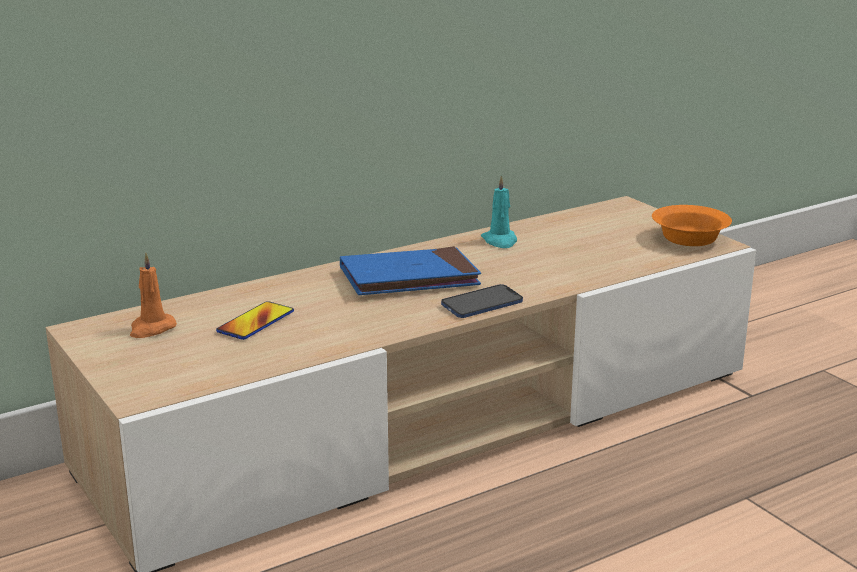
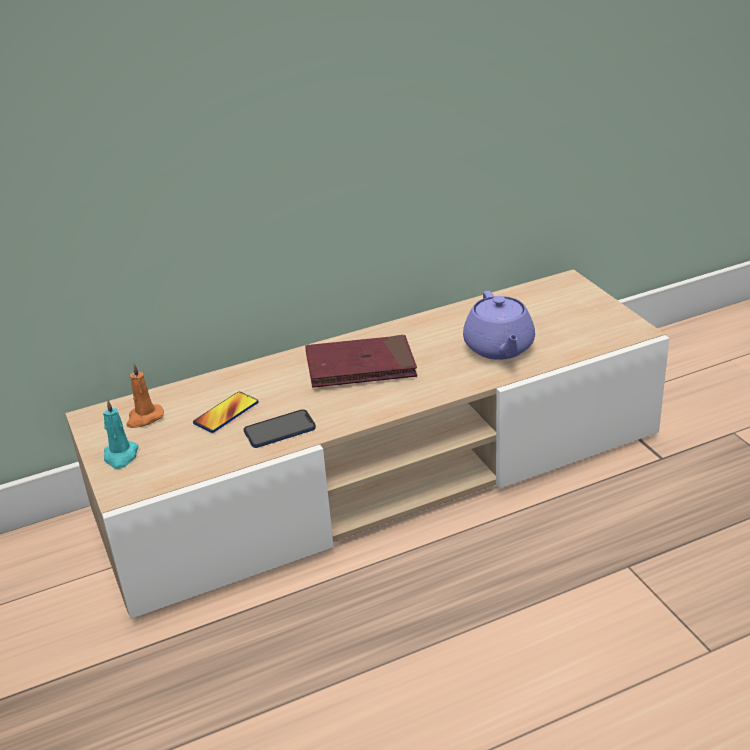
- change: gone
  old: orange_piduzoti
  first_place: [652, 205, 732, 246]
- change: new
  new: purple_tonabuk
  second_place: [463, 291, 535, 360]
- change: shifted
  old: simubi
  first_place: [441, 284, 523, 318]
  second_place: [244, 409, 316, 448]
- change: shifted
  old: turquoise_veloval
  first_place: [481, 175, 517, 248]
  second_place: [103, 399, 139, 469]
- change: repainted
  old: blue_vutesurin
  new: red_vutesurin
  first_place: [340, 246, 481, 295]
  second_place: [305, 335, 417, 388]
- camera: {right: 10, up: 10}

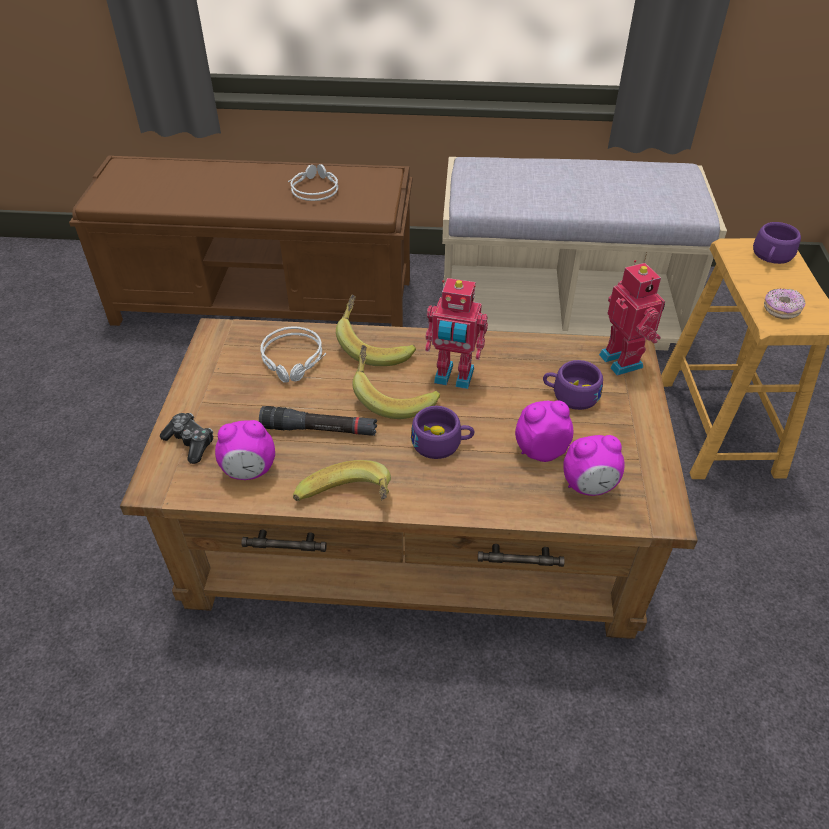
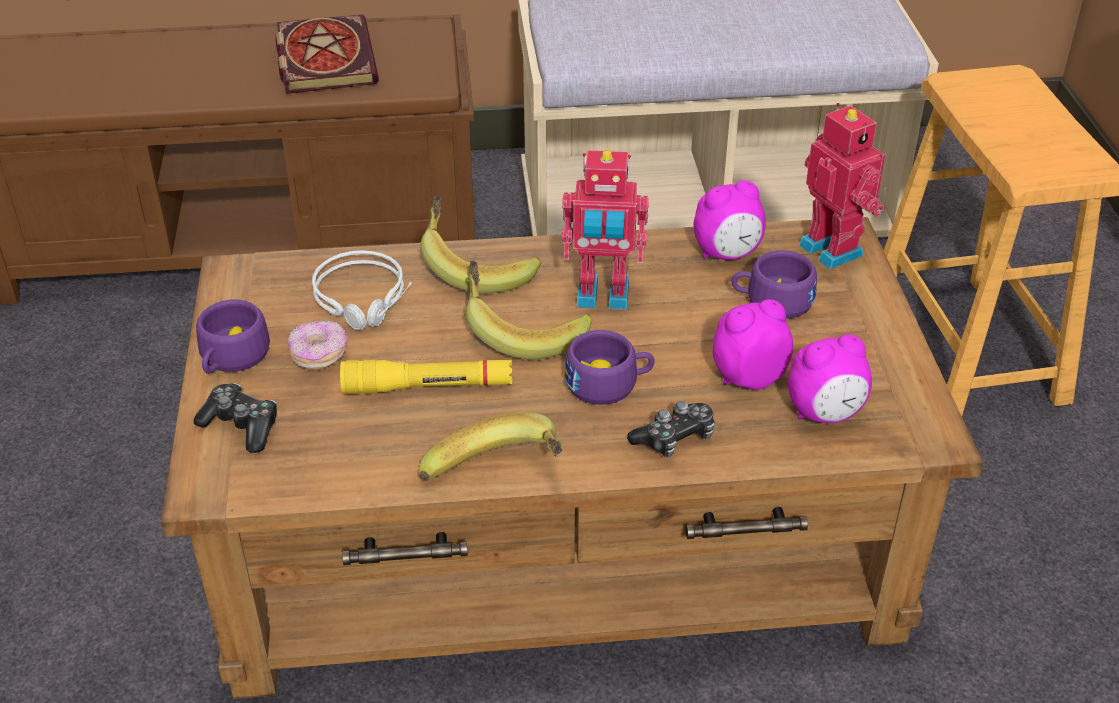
- change: new
  new: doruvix
  second_place: [627, 401, 715, 457]
- change: shifted
  old: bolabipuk
  first_place: [215, 420, 275, 480]
  second_place: [694, 180, 766, 260]
- change: shifted
  old: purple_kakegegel
  first_place: [753, 222, 801, 264]
  second_place: [196, 299, 270, 374]
- change: shifted
  old: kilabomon
  first_place: [764, 288, 805, 319]
  second_place: [288, 321, 347, 370]
- change: swapped
  old: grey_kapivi
  new: vutesurin
  first_place: [288, 164, 338, 201]
  second_place: [276, 14, 379, 94]
- change: repainted
  old: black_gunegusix
  new: yellow_gunegusix
  first_place: [259, 406, 377, 436]
  second_place: [340, 360, 513, 394]
- camera: {right: -10, up: -5}

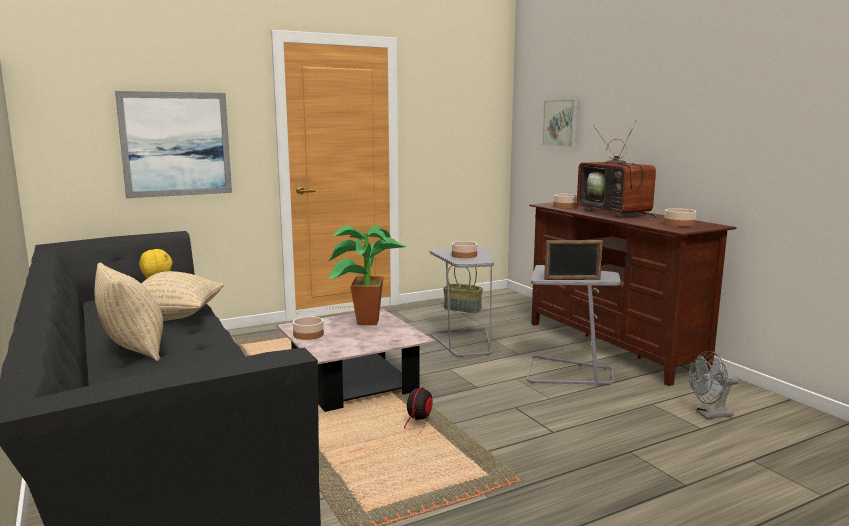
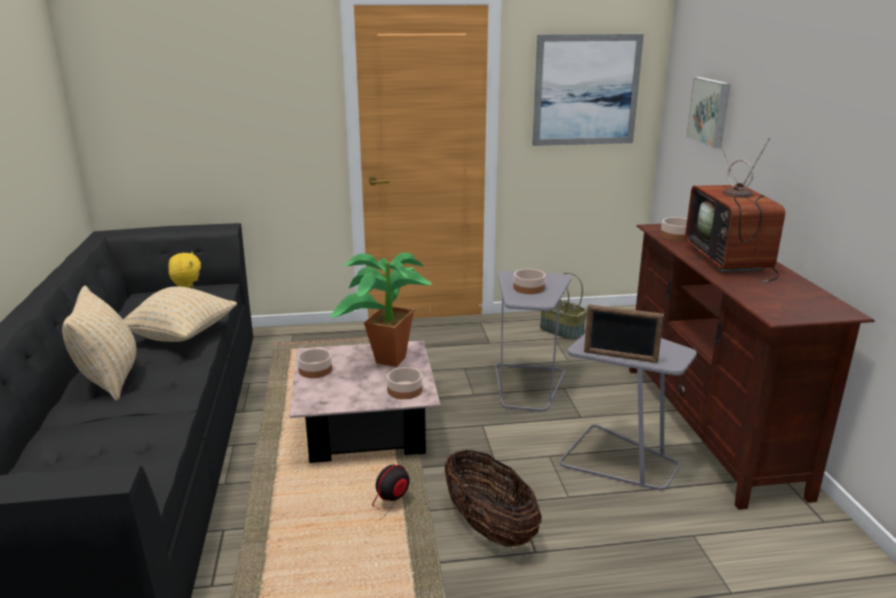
- change: gone
  old: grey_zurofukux
  first_place: [689, 351, 739, 419]
- change: new
  new: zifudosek
  second_place: [445, 450, 542, 547]
- change: shifted
  old: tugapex
  first_place: [115, 91, 232, 198]
  second_place: [532, 34, 644, 146]
- change: shifted
  old: piduzoti
  first_place: [664, 208, 696, 227]
  second_place: [387, 367, 422, 399]
- camera: {right: 20, up: 10}

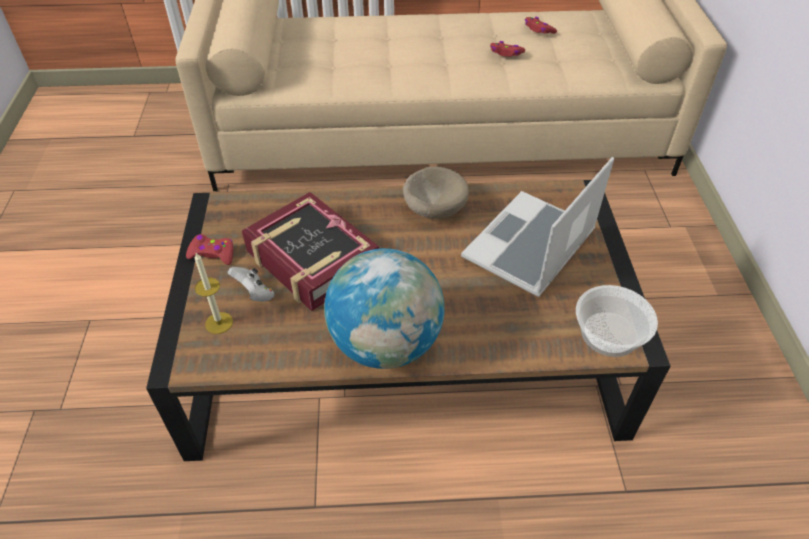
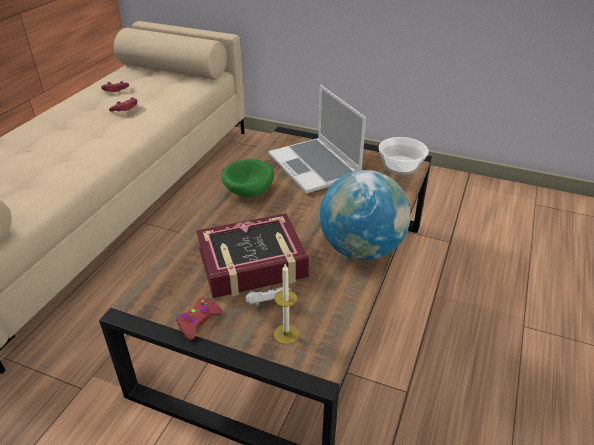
- change: repainted
  old: beige_piduzoti
  new: green_piduzoti
  first_place: [403, 167, 469, 219]
  second_place: [221, 159, 274, 197]
- camera: {right: -65, up: -10}

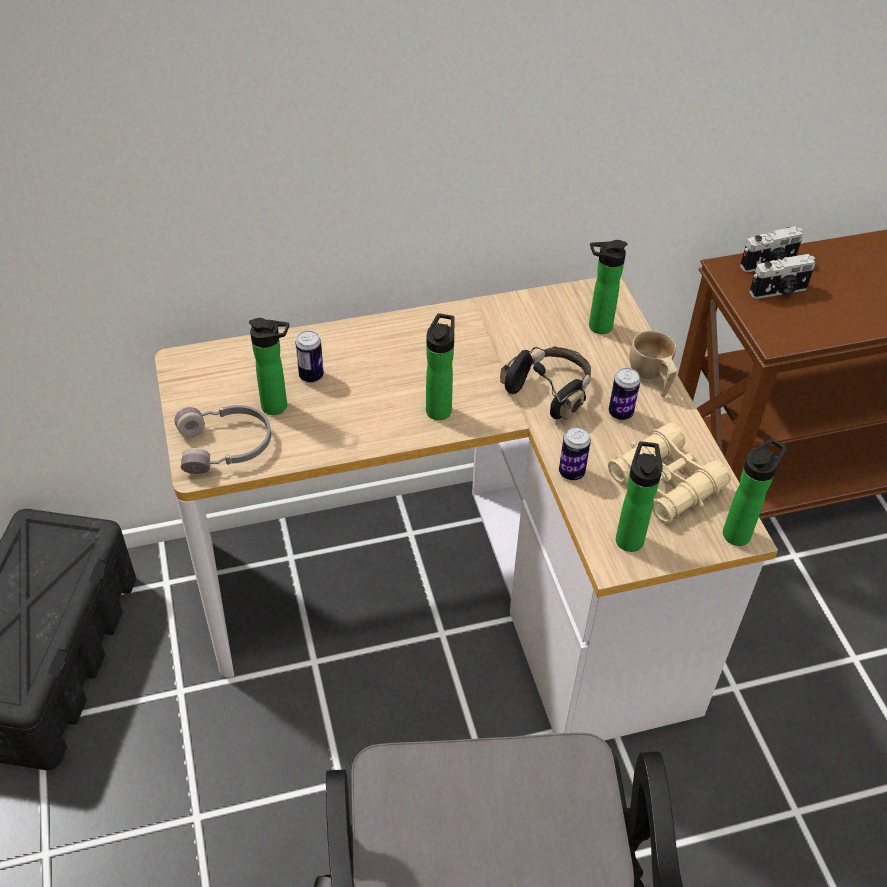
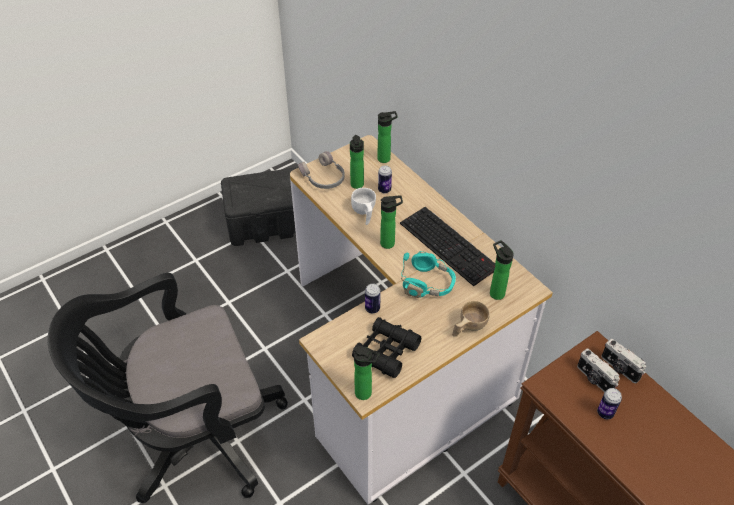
- change: new
  new: white_kakegegel
  second_place: [351, 188, 376, 225]
- change: new
  new: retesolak
  second_place: [400, 207, 495, 286]
- change: shifted
  old: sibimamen
  first_place: [609, 368, 640, 420]
  second_place: [597, 388, 622, 419]
- change: shifted
  old: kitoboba
  first_place: [616, 441, 663, 552]
  second_place: [378, 111, 398, 163]
- change: repainted
  old: black_kapivi
  new: turquoise_kapivi
  first_place: [500, 346, 591, 420]
  second_place: [401, 251, 456, 298]
- change: repainted
  old: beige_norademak
  new: black_norademak
  first_place: [608, 423, 731, 524]
  second_place: [352, 317, 421, 378]
- camera: {right: 70, up: 0}

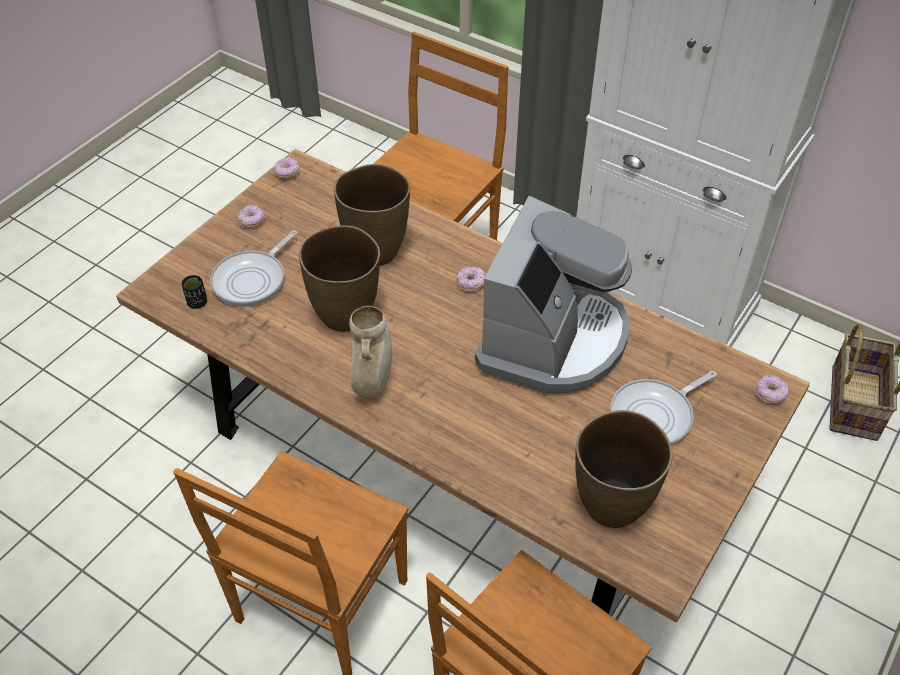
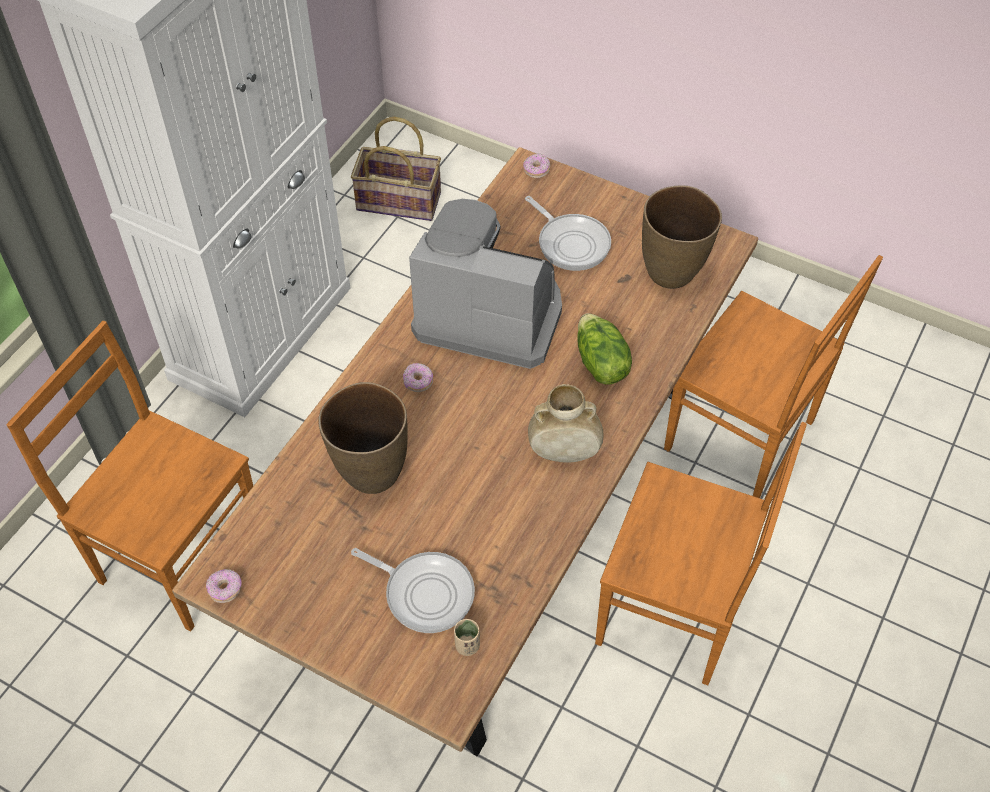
- change: gone
  old: kilabomon
  first_place: [238, 205, 265, 228]
- change: gone
  old: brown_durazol
  first_place: [299, 225, 380, 332]
- change: new
  new: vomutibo
  second_place: [577, 313, 632, 385]
- change: repainted
  old: black_kakegegel
  new: beige_kakegegel
  first_place: [182, 275, 207, 309]
  second_place: [454, 619, 480, 656]
- camera: {right: -95, up: 5}

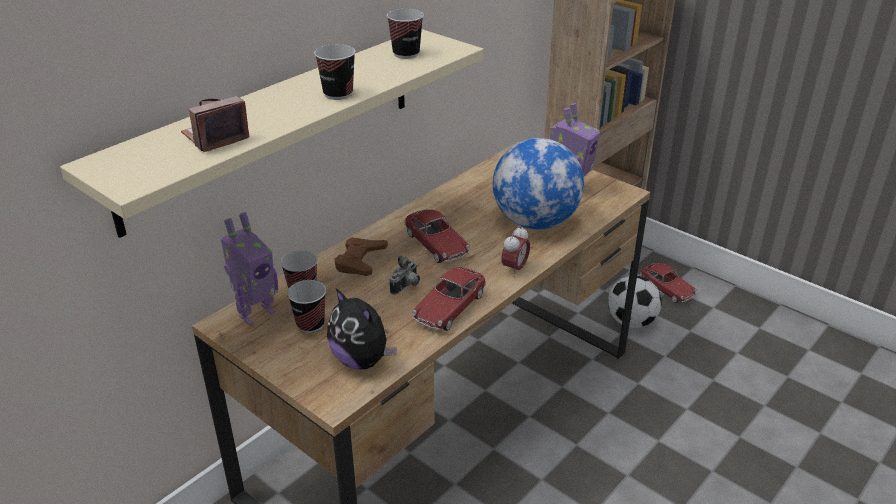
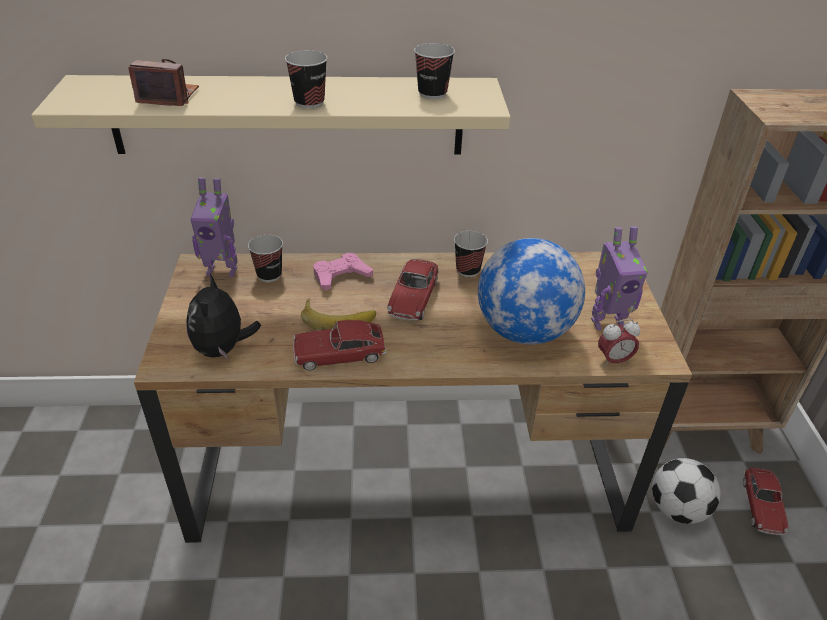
- change: shifted
  old: kakegegel
  first_place: [287, 280, 326, 333]
  second_place: [454, 231, 488, 277]
- change: shifted
  old: bolabipuk
  first_place: [501, 226, 530, 277]
  second_place: [598, 319, 640, 367]
- change: swapped
  old: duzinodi
  new: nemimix
  first_place: [390, 256, 420, 295]
  second_place: [301, 298, 376, 330]
- change: repainted
  old: brown_doruvix
  new: pink_doruvix
  first_place: [335, 237, 388, 276]
  second_place: [313, 253, 373, 291]
- camera: {right: 45, up: 5}

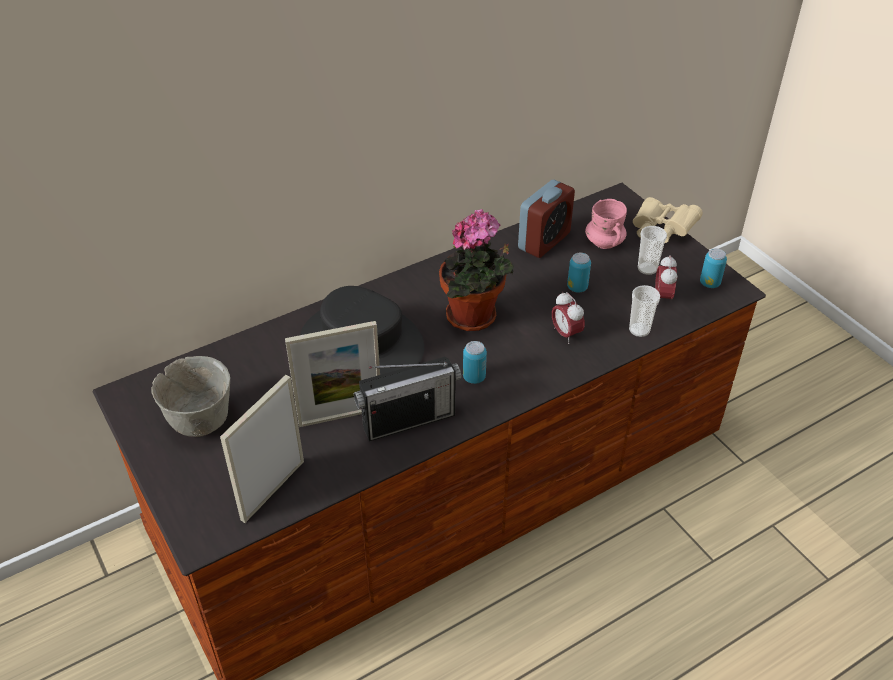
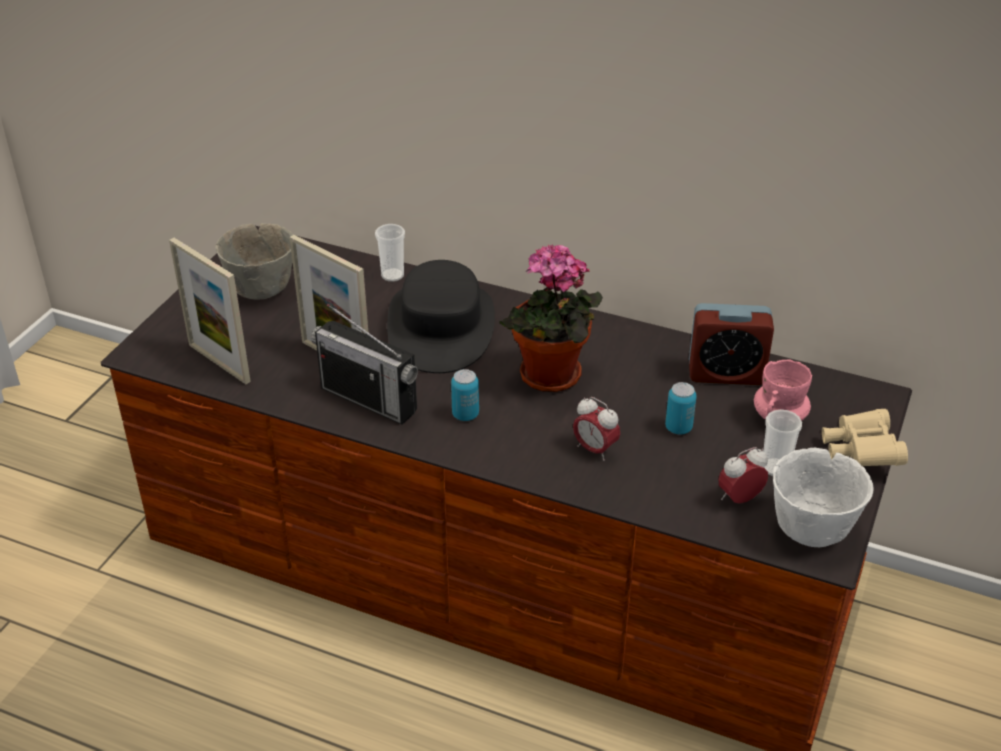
- change: shifted
  old: kakegegel
  first_place: [629, 285, 660, 337]
  second_place: [375, 224, 405, 282]
- change: swapped
  old: sibimamen
  new: white_piduzoti
  first_place: [700, 248, 727, 288]
  second_place: [773, 448, 874, 547]
- change: rotated
  old: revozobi
  first_place: [220, 375, 304, 523]
  second_place: [169, 238, 251, 384]
  degrees: -135
- change: rotated
  old: bolabipuk
  first_place: [552, 292, 585, 344]
  second_place: [573, 397, 620, 461]
  degrees: -75
- camera: {right: 55, up: -5}

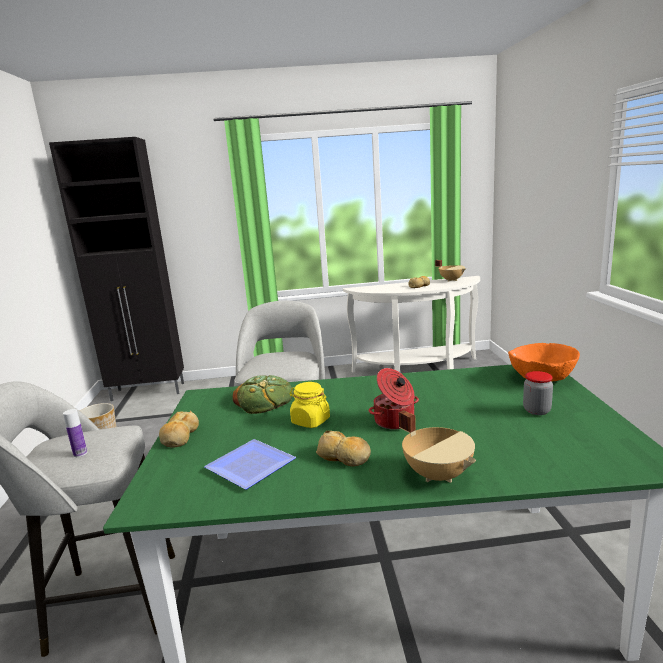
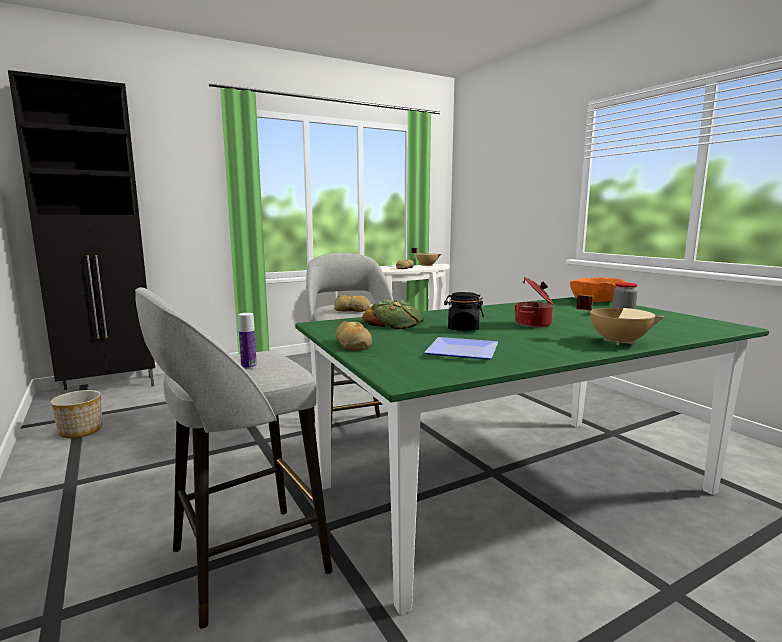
- change: shifted
  old: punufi
  first_place: [316, 430, 371, 466]
  second_place: [334, 295, 370, 312]
- change: repainted
  old: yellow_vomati
  new: black_vomati
  first_place: [289, 382, 330, 428]
  second_place: [444, 292, 484, 331]
- camera: {right: -25, up: -5}

